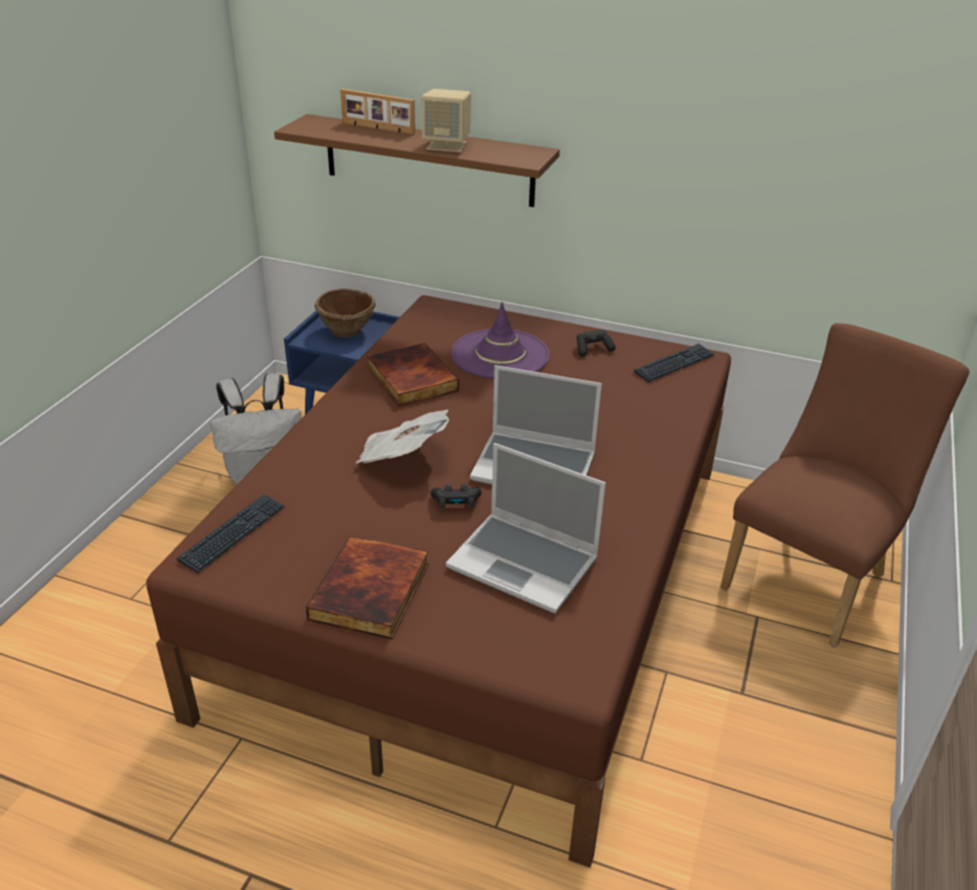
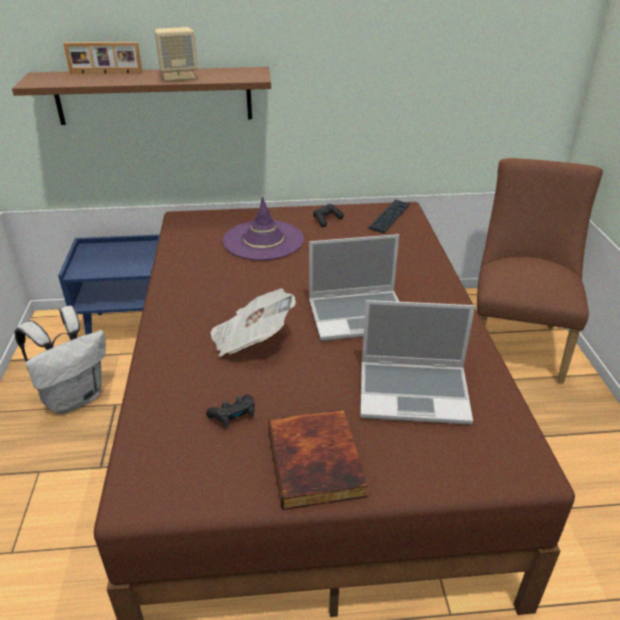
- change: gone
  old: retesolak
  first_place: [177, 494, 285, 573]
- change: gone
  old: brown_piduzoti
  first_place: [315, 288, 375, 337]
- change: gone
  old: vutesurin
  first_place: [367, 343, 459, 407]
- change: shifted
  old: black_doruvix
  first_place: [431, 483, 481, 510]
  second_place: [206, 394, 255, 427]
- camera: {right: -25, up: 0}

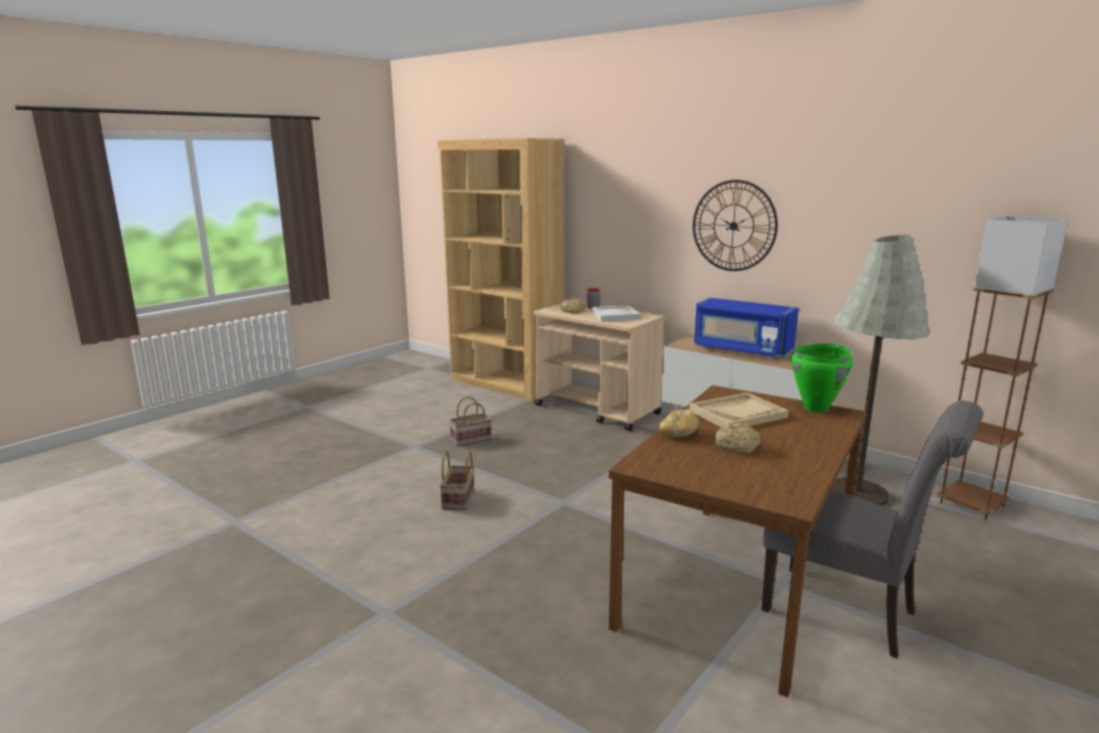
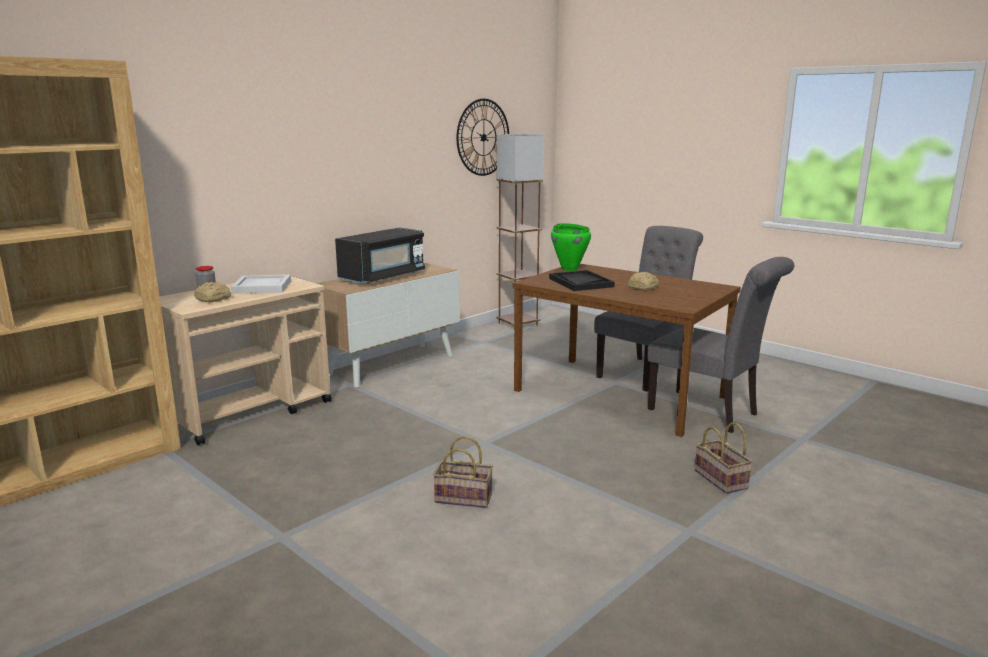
- change: gone
  old: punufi
  first_place: [659, 409, 699, 437]
- change: gone
  old: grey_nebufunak
  first_place: [831, 235, 929, 506]
- change: new
  new: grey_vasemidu
  second_place: [647, 257, 794, 433]
- change: shifted
  old: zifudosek
  first_place: [449, 397, 492, 446]
  second_place: [695, 422, 753, 494]
- change: shifted
  old: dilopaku
  first_place: [693, 180, 778, 271]
  second_place: [456, 99, 509, 176]
- change: repainted
  old: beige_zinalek
  new: black_zinalek
  first_place: [689, 393, 789, 427]
  second_place: [549, 270, 615, 291]
- change: repainted
  old: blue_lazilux
  new: black_lazilux
  first_place: [694, 298, 799, 358]
  second_place: [335, 227, 425, 284]
- camera: {right: -85, up: 0}

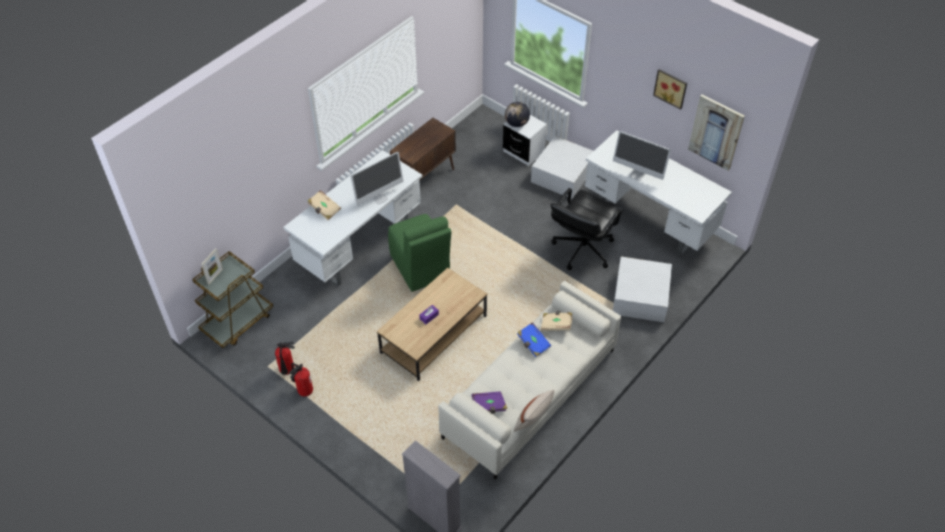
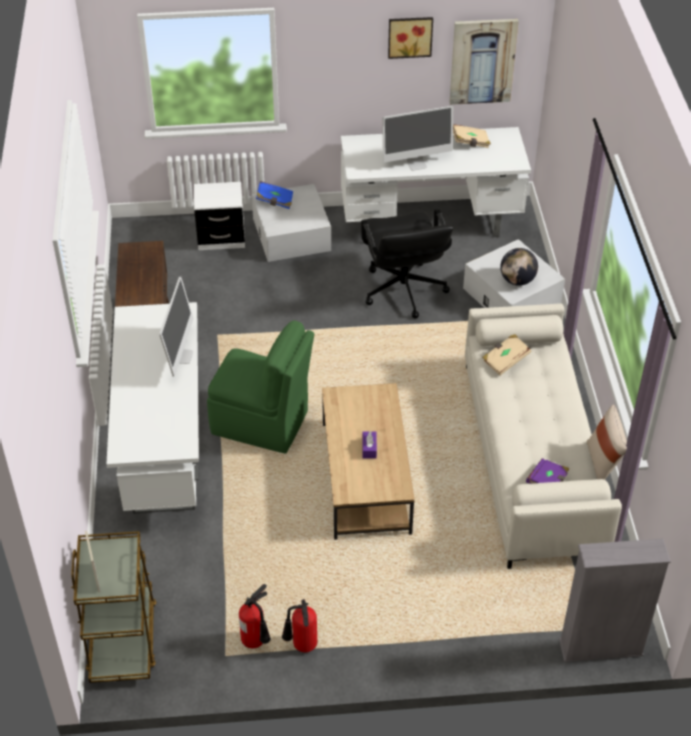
- change: shifted
  old: beige_vutesurin
  first_place: [308, 190, 341, 220]
  second_place: [453, 124, 491, 148]
- change: shifted
  old: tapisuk
  first_place: [505, 102, 530, 127]
  second_place: [500, 248, 538, 286]
- change: shifted
  old: blue_vutesurin
  first_place: [517, 322, 551, 357]
  second_place: [256, 181, 293, 209]
- camera: {right: -45, up: -5}

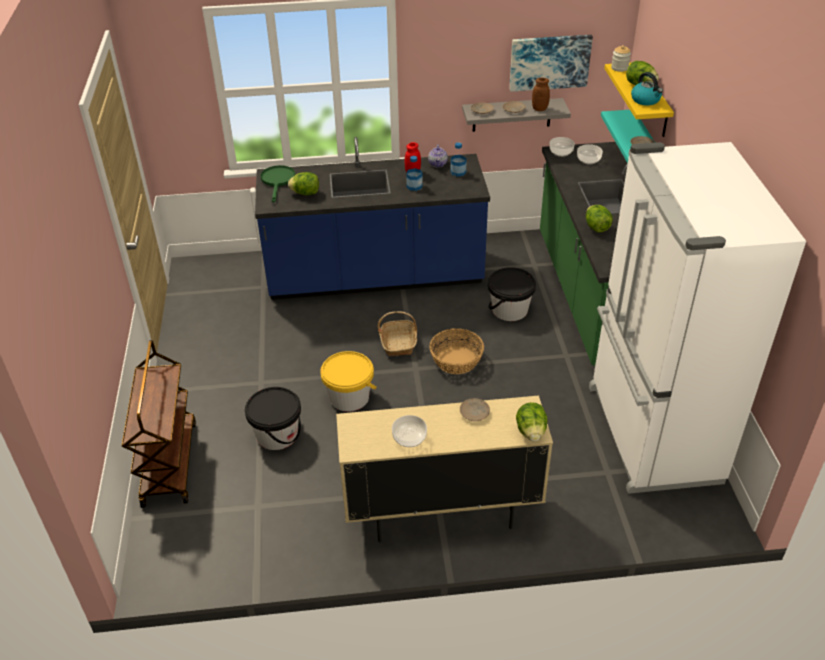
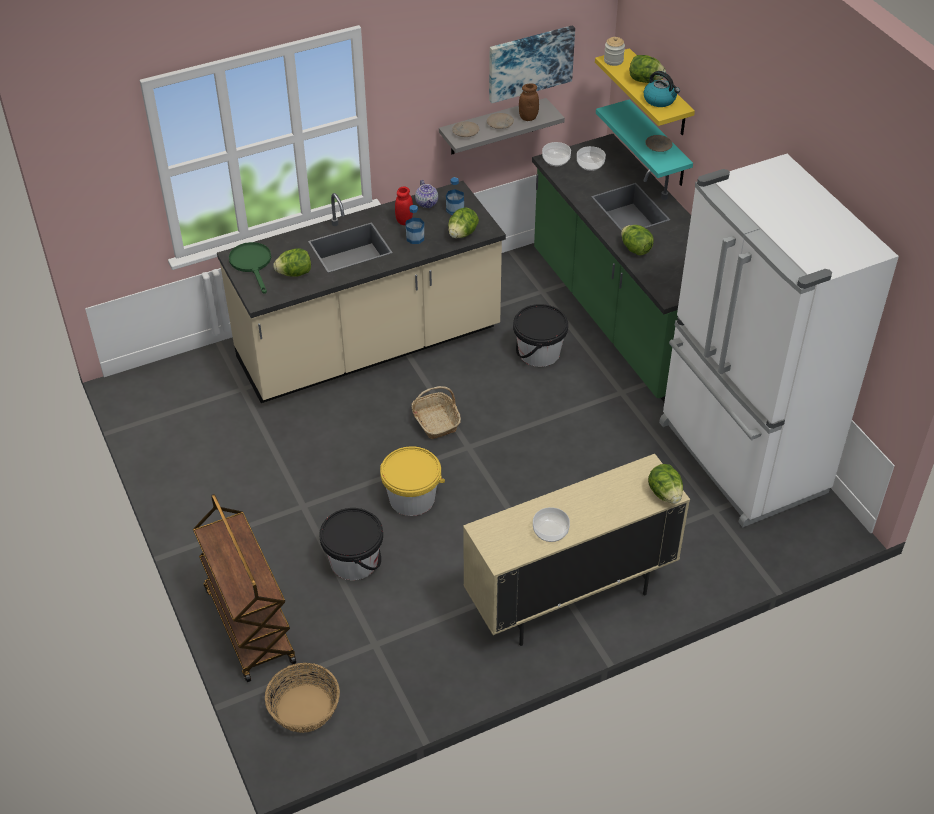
- change: gone
  old: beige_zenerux
  first_place: [460, 398, 490, 421]
- change: new
  new: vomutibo
  second_place: [448, 207, 479, 238]
- change: shifted
  old: zifudosek
  first_place: [429, 328, 484, 374]
  second_place: [265, 663, 340, 733]
- change: repainted
  old: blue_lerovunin
  new: beige_lerovunin
  first_place: [255, 137, 490, 300]
  second_place: [217, 181, 506, 403]
- camera: {right: -20, up: 5}

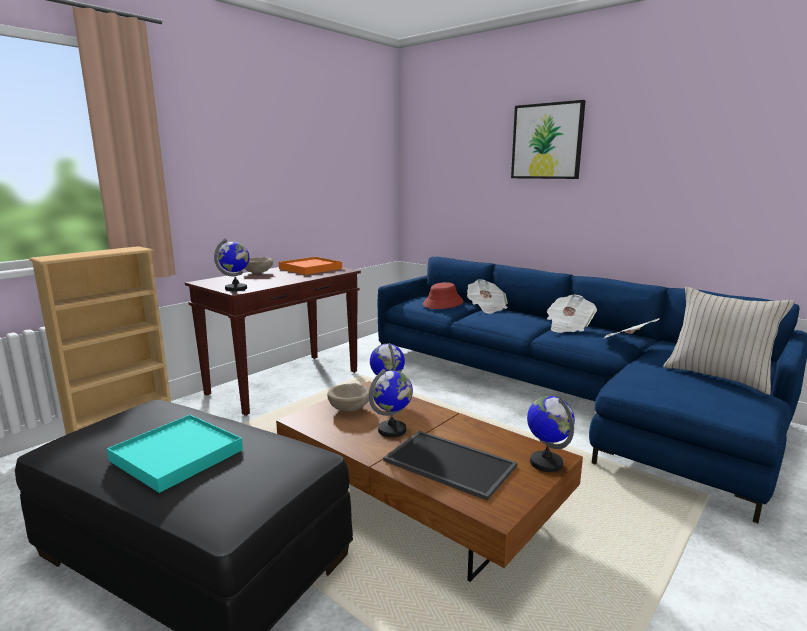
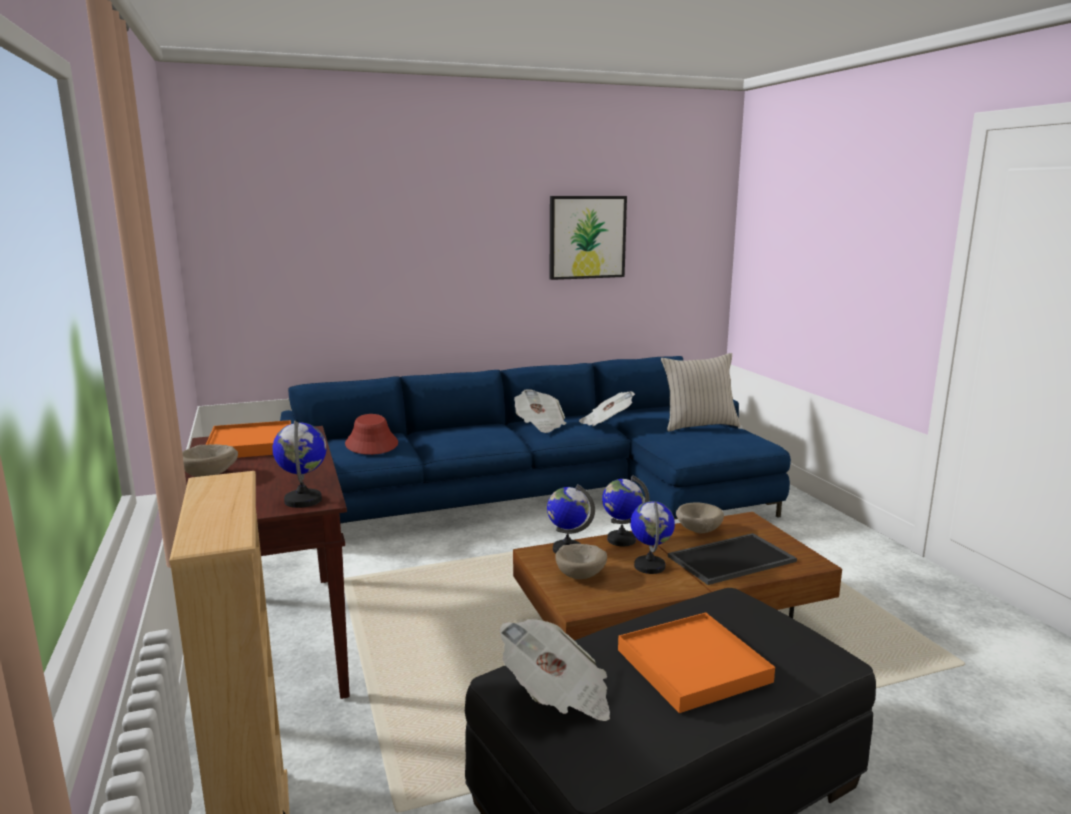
- change: new
  new: beige_piduzoti
  second_place: [676, 503, 724, 533]
- change: shifted
  old: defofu
  first_place: [467, 279, 508, 314]
  second_place: [499, 619, 610, 721]
- change: shifted
  old: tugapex
  first_place: [511, 100, 586, 179]
  second_place: [550, 196, 627, 280]
- change: shifted
  old: tapisuk
  first_place: [527, 396, 575, 472]
  second_place: [602, 475, 649, 546]
- change: repainted
  old: turquoise_zinalek
  new: orange_zinalek
  first_place: [107, 415, 243, 493]
  second_place: [618, 612, 775, 713]
- camera: {right: -60, up: 0}

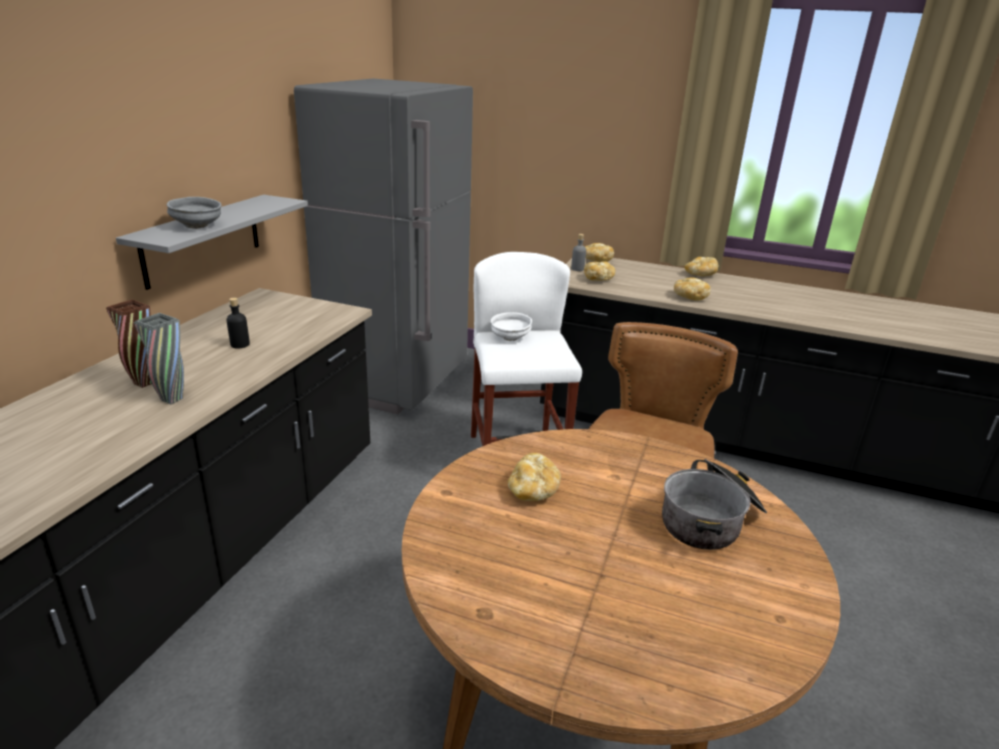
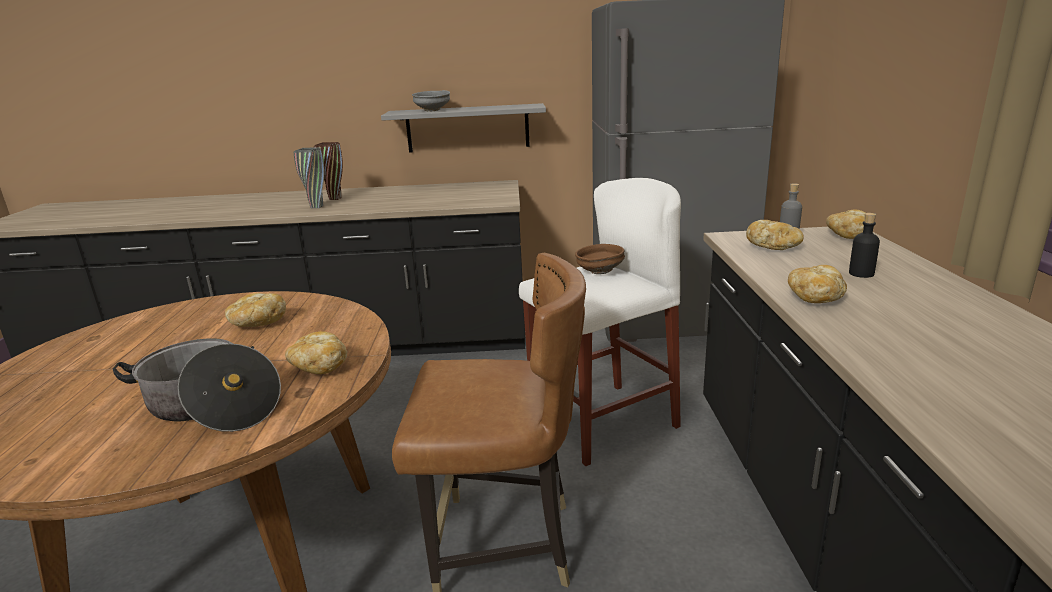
- change: shifted
  old: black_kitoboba
  first_place: [227, 298, 250, 348]
  second_place: [849, 213, 880, 278]
- change: shifted
  old: punufi
  first_place: [684, 257, 718, 277]
  second_place: [285, 331, 347, 374]
- change: repainted
  old: white_piduzoti
  new: brown_piduzoti
  first_place: [490, 312, 532, 341]
  second_place: [575, 244, 625, 274]
- camera: {right: 70, up: -5}

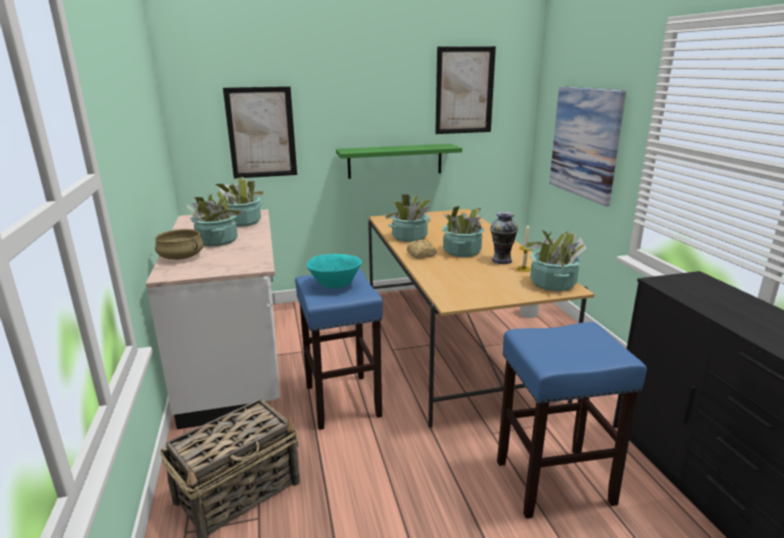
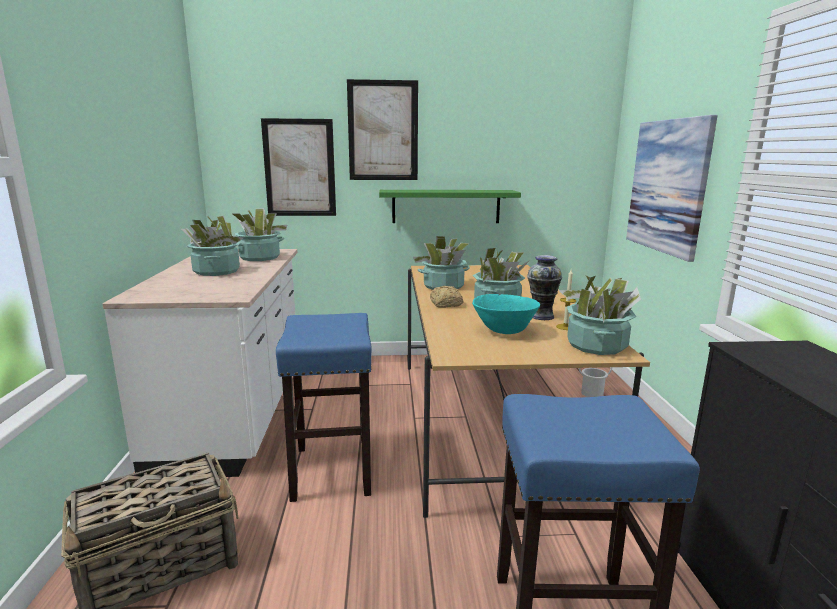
- change: gone
  old: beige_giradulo
  first_place: [155, 229, 204, 260]
- change: shifted
  old: turquoise_piduzoti
  first_place: [306, 254, 362, 289]
  second_place: [472, 294, 540, 334]
- change: shifted
  old: tugapex
  first_place: [435, 46, 496, 134]
  second_place: [347, 79, 418, 180]
- camera: {right: 10, up: -5}

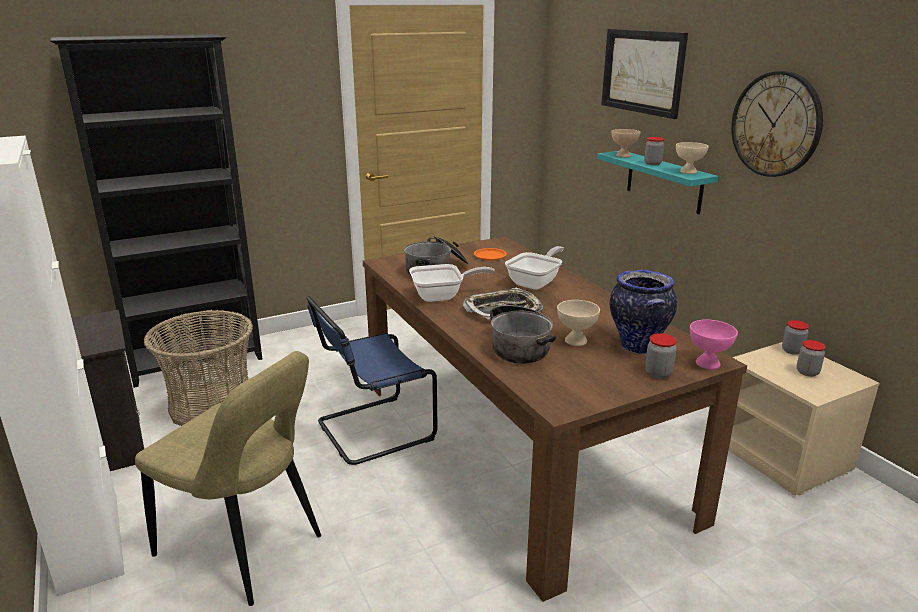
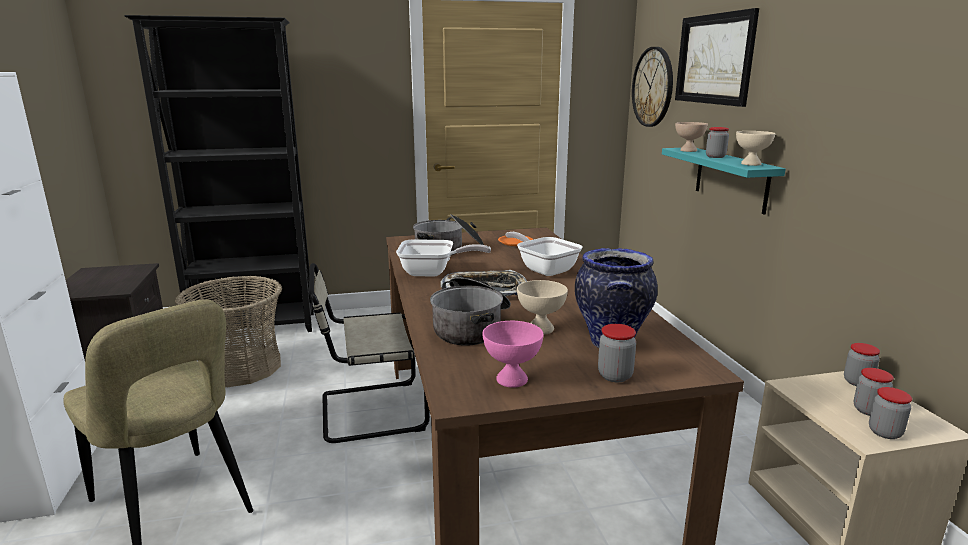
- change: new
  new: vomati
  second_place: [869, 387, 912, 439]
- change: shifted
  old: pink_piduzoti
  first_place: [690, 320, 738, 369]
  second_place: [483, 321, 543, 388]
- change: shifted
  old: dilopaku
  first_place: [731, 71, 823, 177]
  second_place: [632, 47, 673, 127]
- change: repainted
  old: blue_vasemidu
  new: beige_vasemidu
  first_place: [306, 296, 438, 465]
  second_place: [309, 263, 430, 443]
- change: rotated
  old: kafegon
  first_place: [505, 246, 564, 290]
  second_place: [505, 232, 583, 276]
  degrees: -90
- camera: {right: 15, up: -5}

